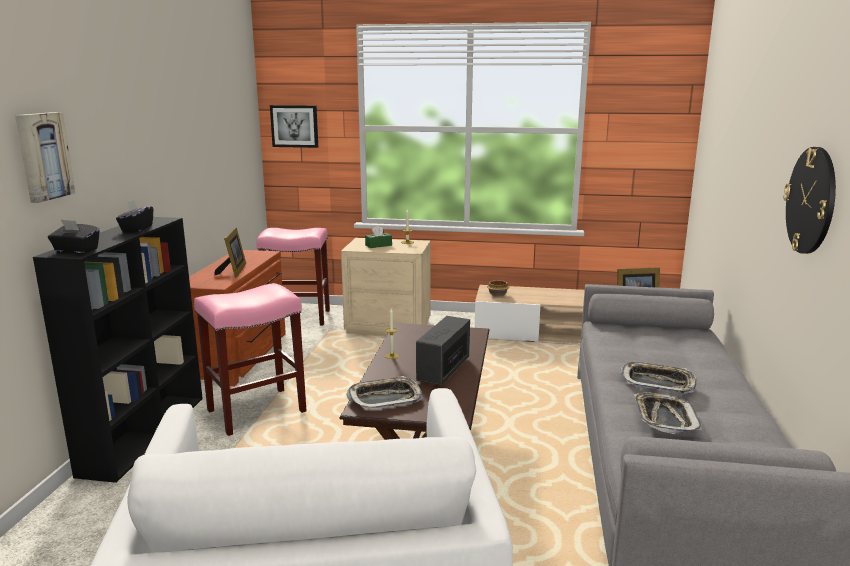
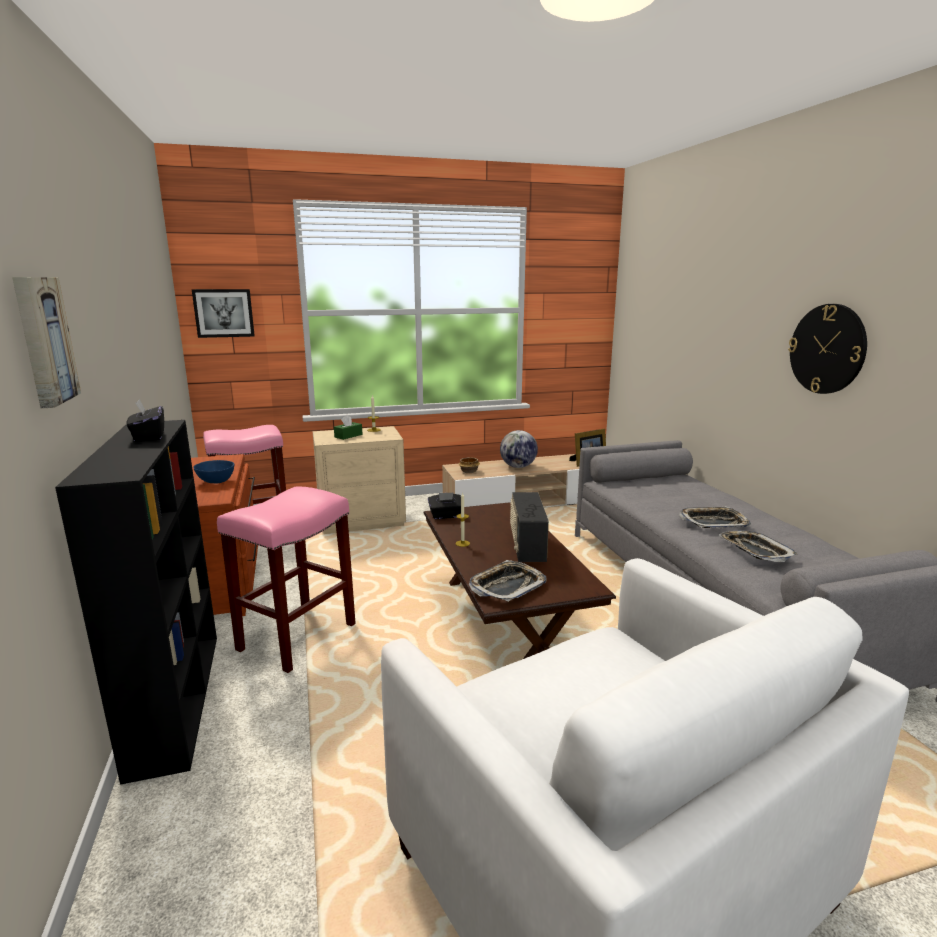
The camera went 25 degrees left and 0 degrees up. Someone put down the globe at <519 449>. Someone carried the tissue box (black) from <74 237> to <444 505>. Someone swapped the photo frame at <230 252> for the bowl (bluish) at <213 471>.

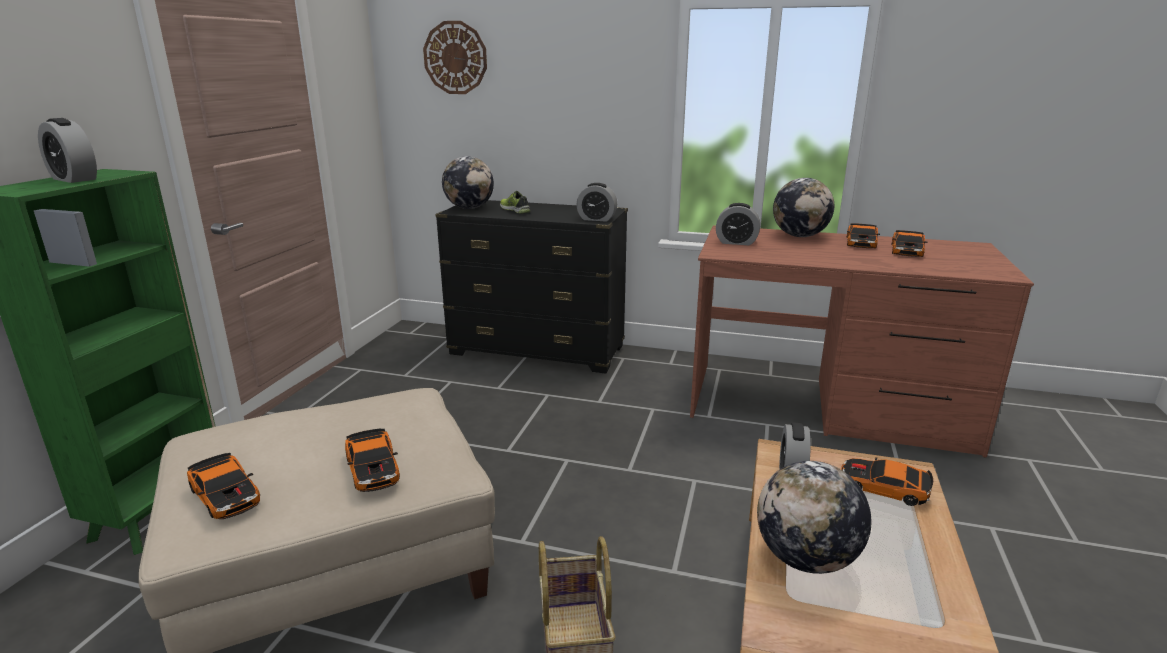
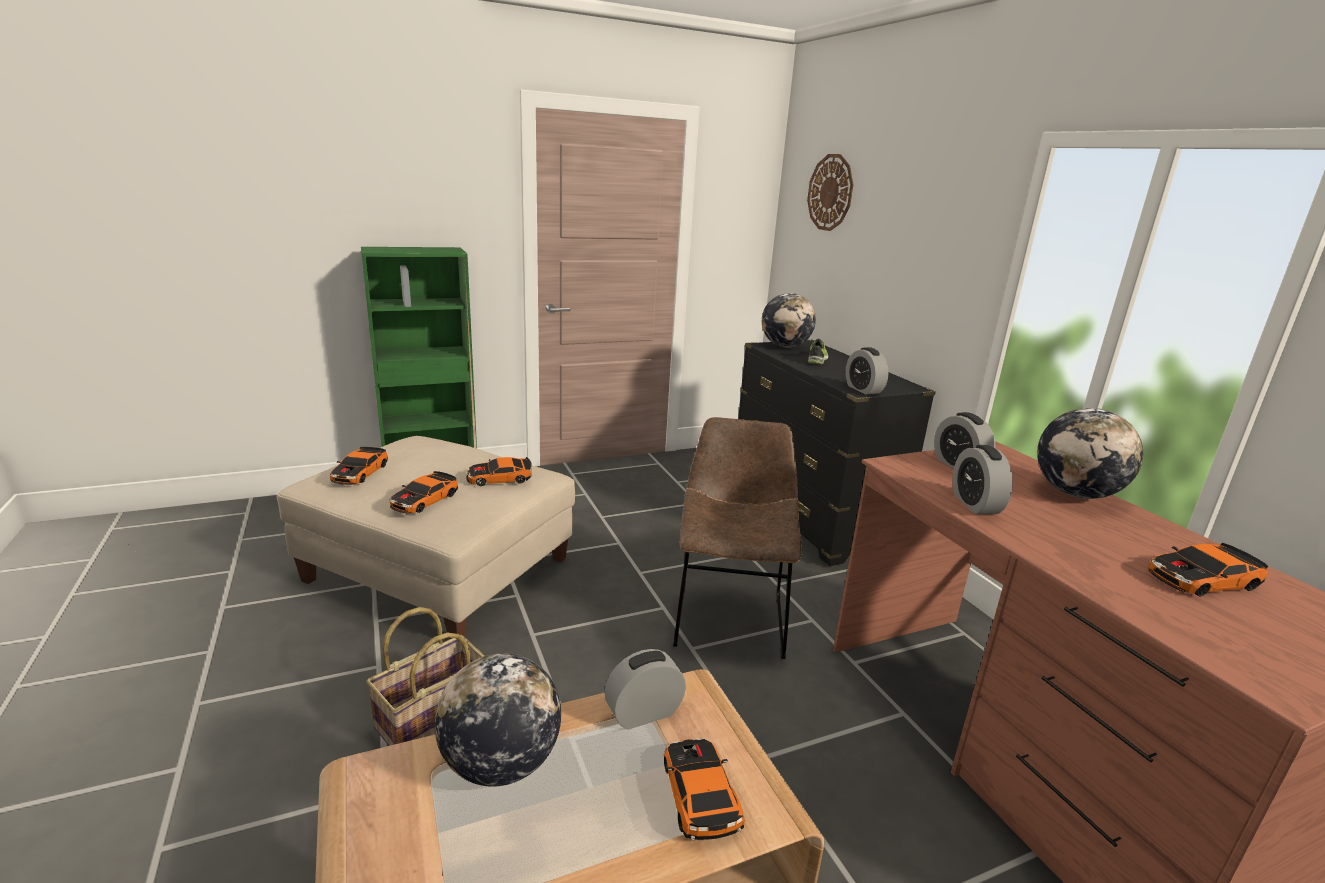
The camera went 50 degrees right and 0 degrees up. Someone put down the upright chair (brownish) at <737 538>. Someone carried the table clock from <67 150> to <983 479>. Someone carried the miniature car from <863 235> to <499 471>.

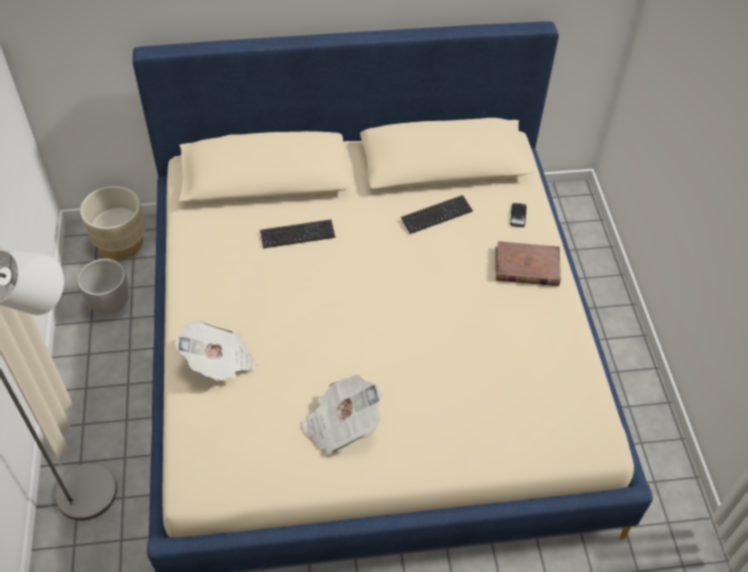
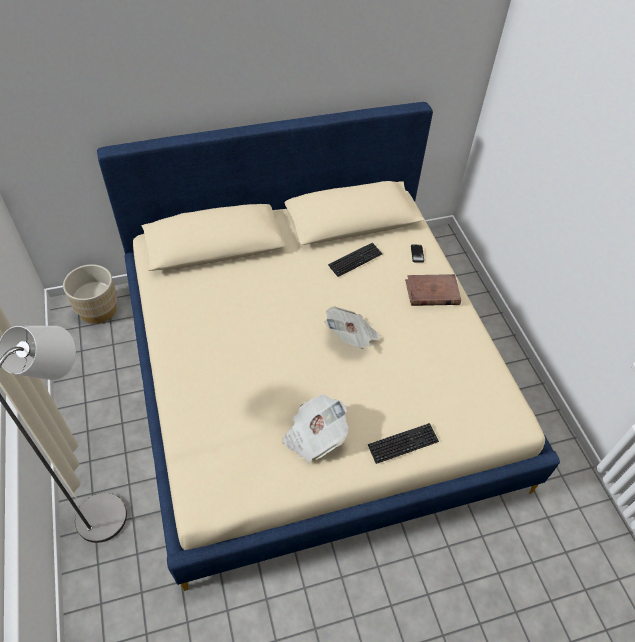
The camera went 10 degrees left and 0 degrees up. Someone took away the flower pot at <103 286>. Someone carried the printed paper from <216 350> to <352 327>. Someone carried the PC keyboard from <297 233> to <403 443>.

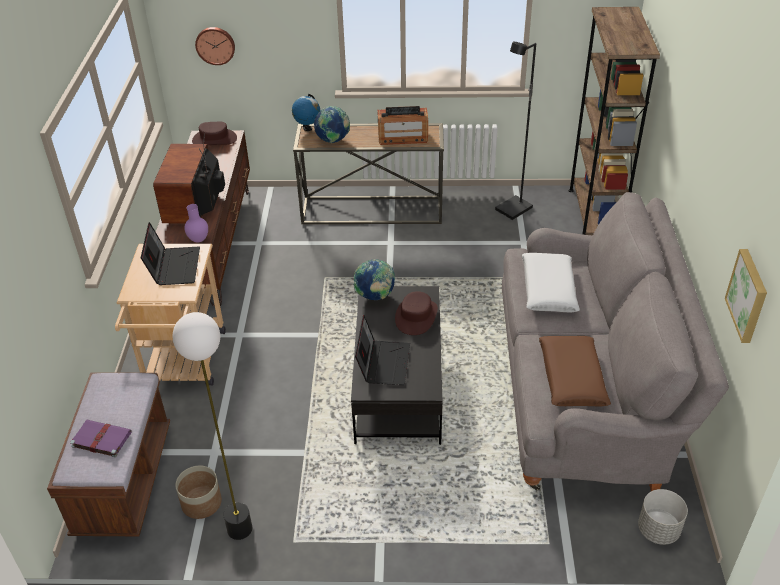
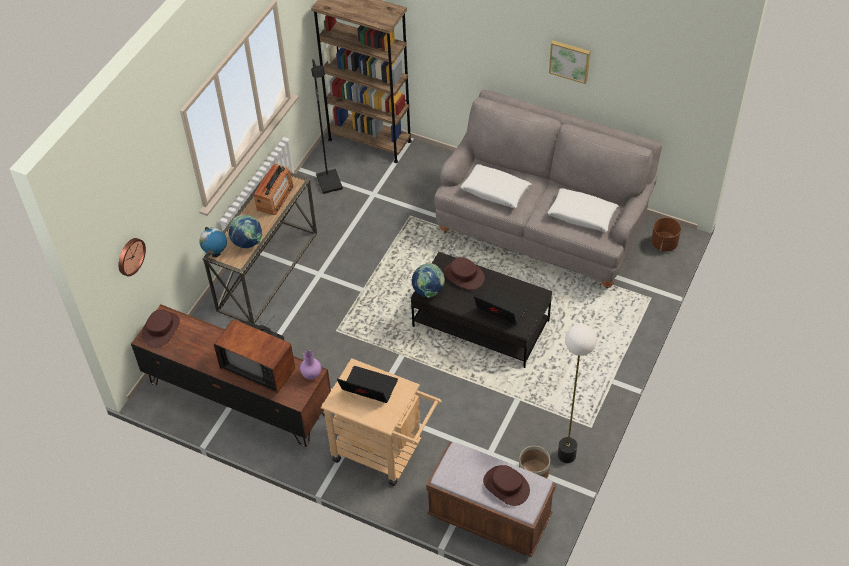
The camera went 65 degrees left and 10 degrees up. Someone carried the wall art from <746 296> to <569 62>. Someone swapped the bound book (purplish) at <101 438> for the wearable hat (brownish) at <506 485>. Someone repainted the throw pillow (brownish) at <575 371>, which became the throw pillow (white-coloured) at <583 210>. Someone repainted the flower pot (greyish) at <663 517>, which became the flower pot (brownish) at <666 235>.

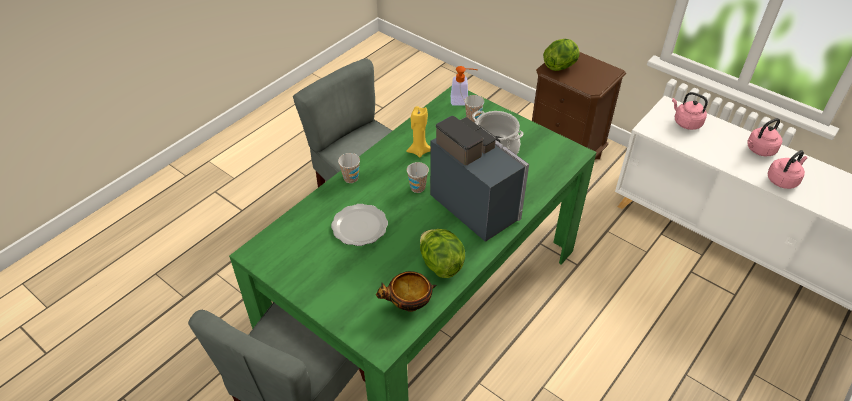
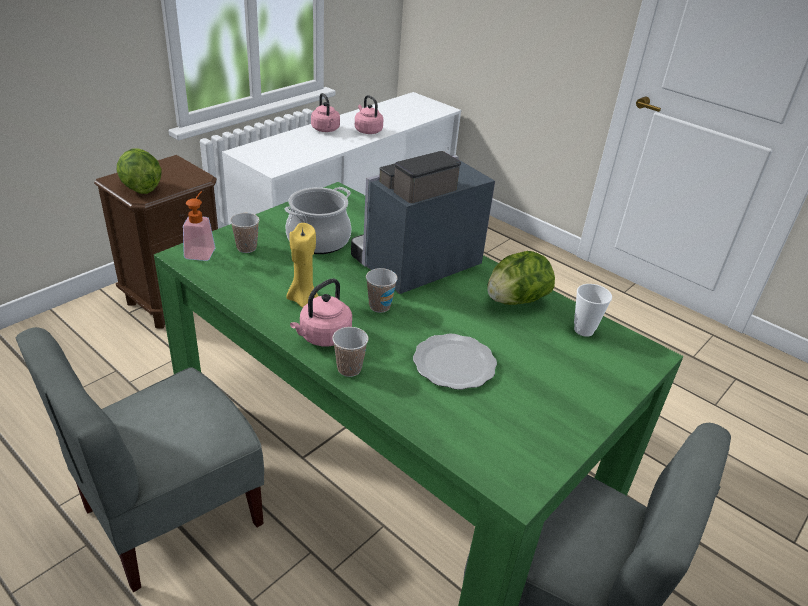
The camera went 90 degrees left and 10 degrees down. Someone carried the water kettle (pink-coloured) from <690 111> to <321 312>. Someone swapped the bowl at <406 291> for the drinking cup at <593 310>.

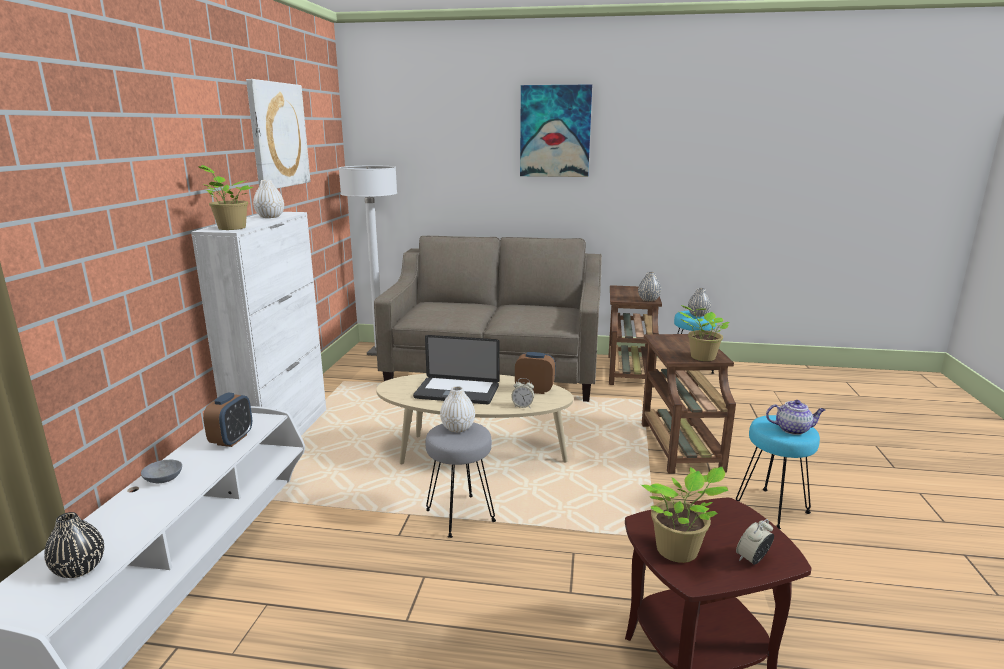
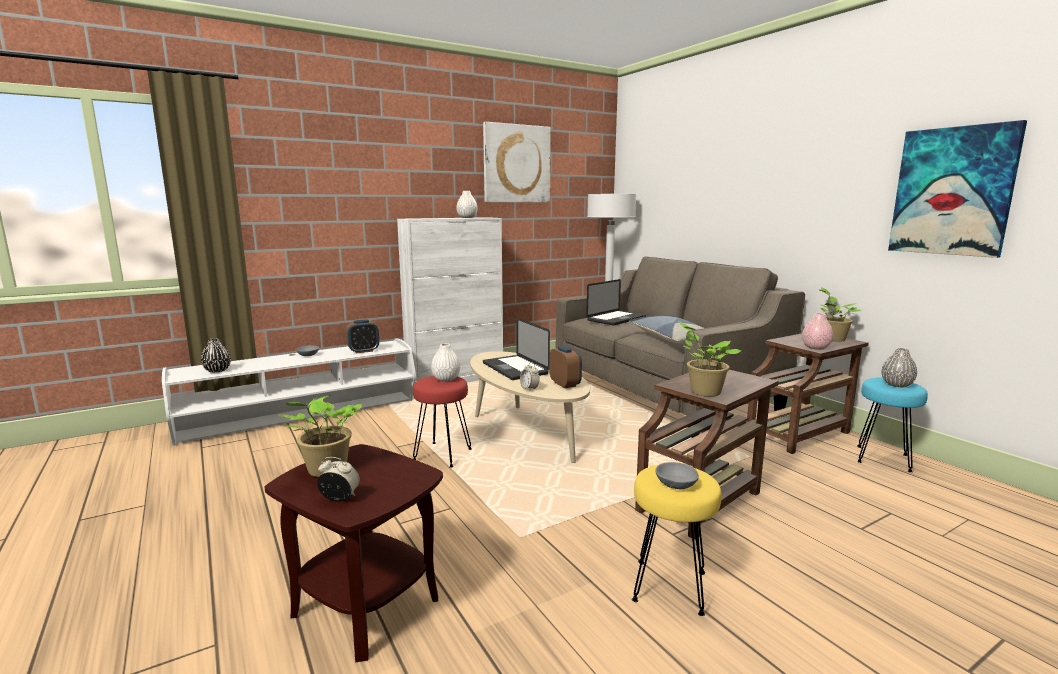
The camera went 50 degrees right and 5 degrees down. Someone put down the laptop at <616 302>. Someone put down the throw pillow at <666 329>. Someone carried the houseplant from <225 197> to <840 314>. Someone carried the wall art from <556 130> to <957 189>. Someone swapped the tea pot at <795 417> for the bowl (greyish) at <677 475>. Someone repainted the sitting stool (greyish) at <460 480>, which became the sitting stool (reddish) at <442 422>. Someone repainted the decorative vase (greyish) at <649 286>, which became the decorative vase (pink-coloured) at <817 331>. Someone repainted the sitting stool (blue-green) at <778 472>, which became the sitting stool (yellowish) at <677 540>.

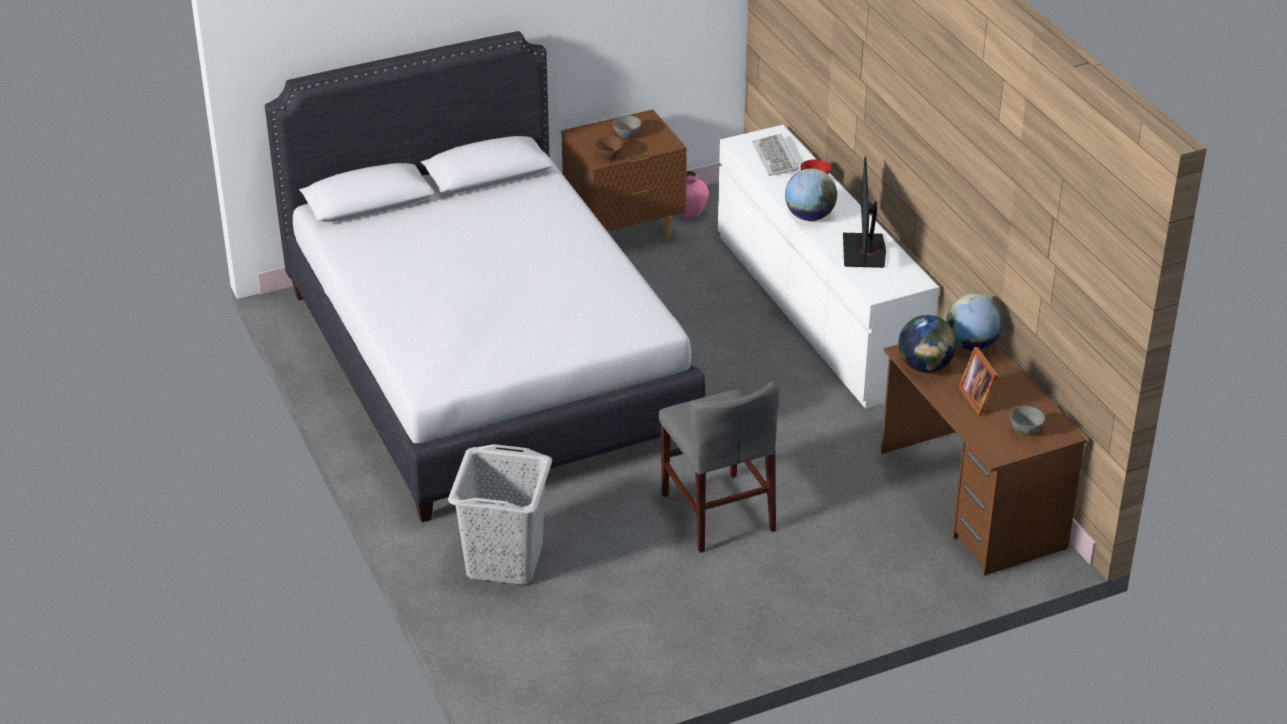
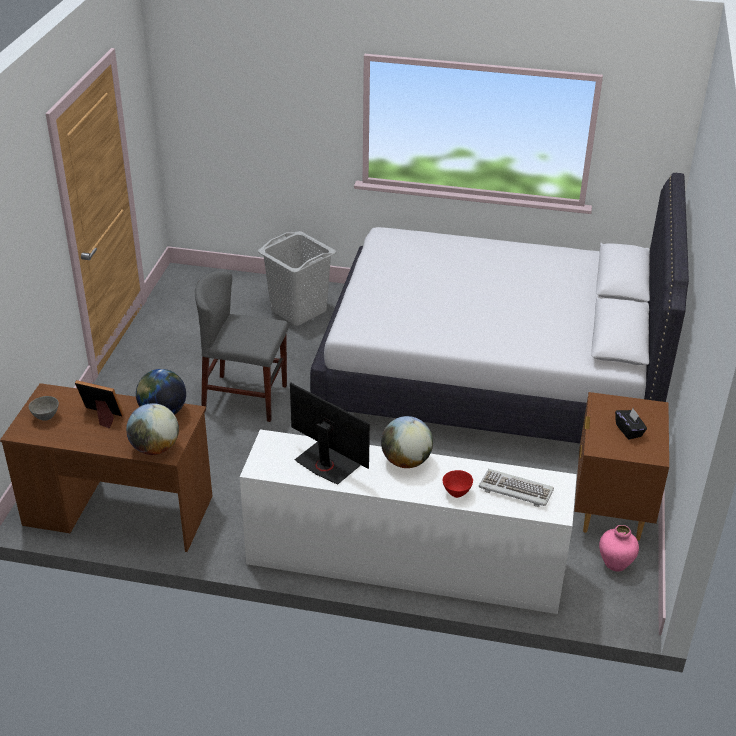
The camera went 125 degrees right and 0 degrees up. Someone took away the bowl (brownish) at <609 148>. Someone swapped the bowl (greyish) at <627 127> for the tissue box (black) at <631 424>.

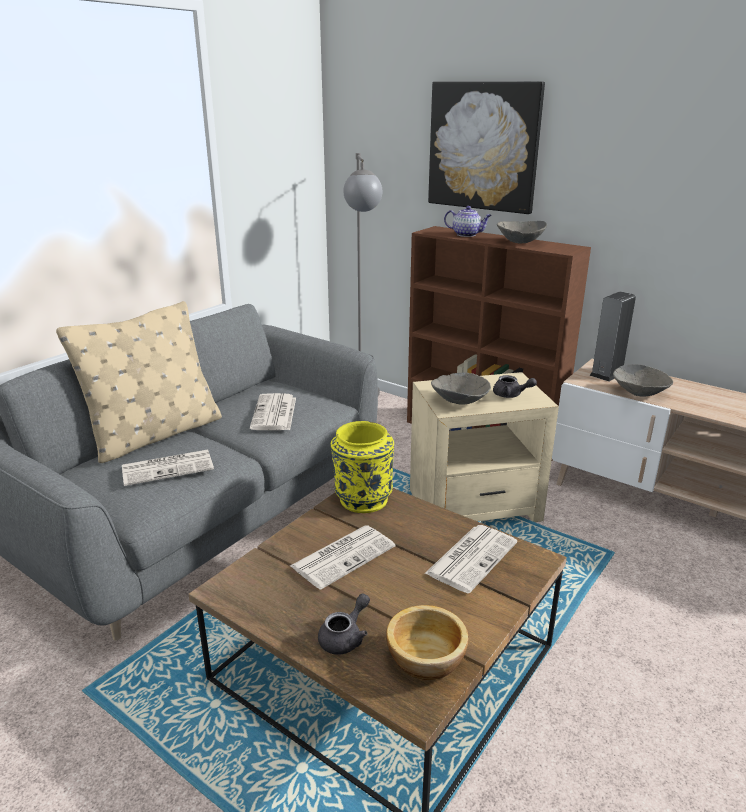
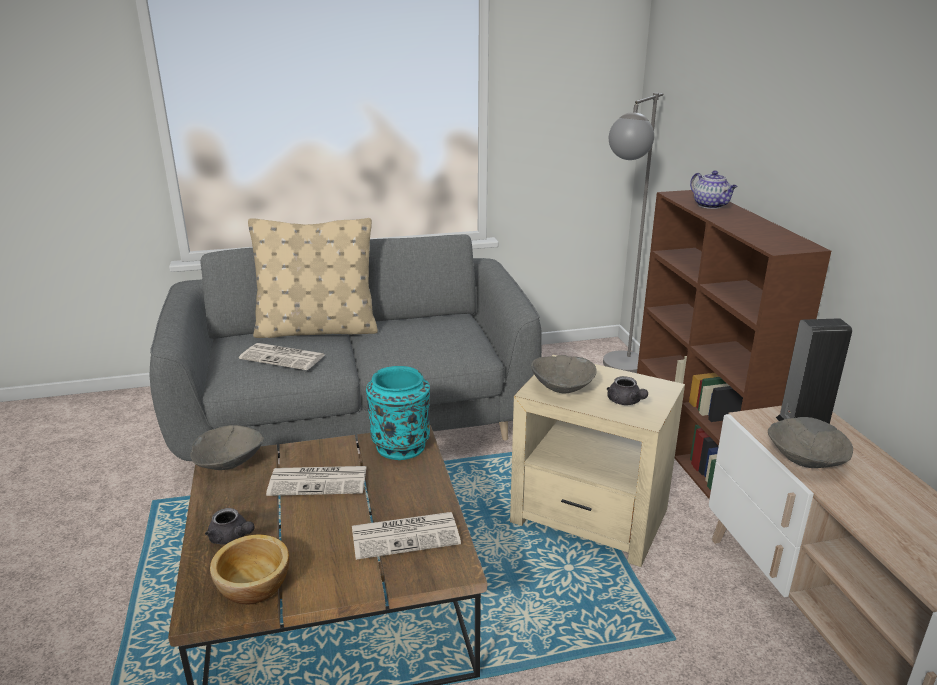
The camera went 40 degrees right and 0 degrees up. Someone took away the printed paper at <273 411>. Someone took away the wall art at <486 148>. Someone carried the bowl (greyish) from <522 232> to <227 447>. Someone repainted the decorative vase (yellowish) at <362 467>, which became the decorative vase (blue-green) at <398 413>. Someone rotated the tea pot (greyish) at <344 624> by 45 degrees clockwise.

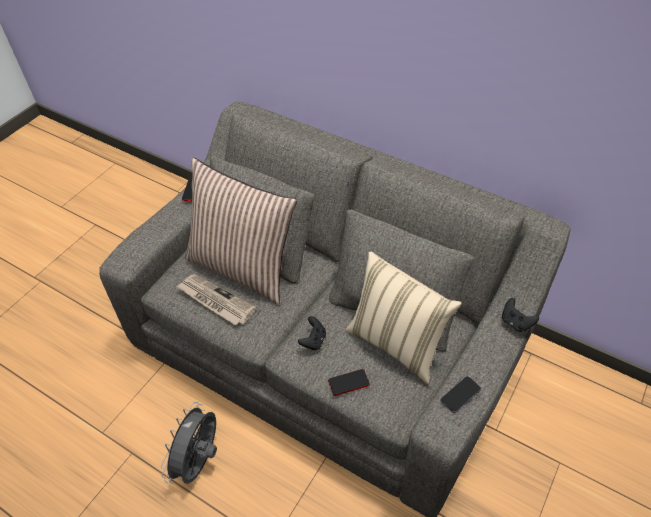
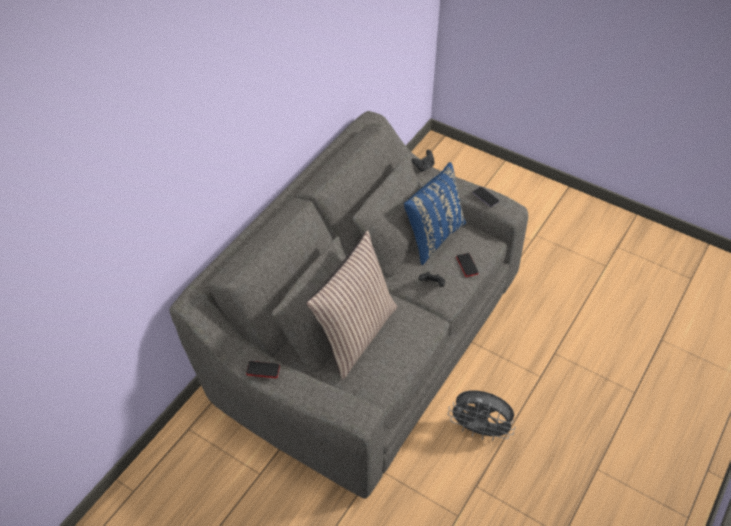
The camera went 90 degrees left and 0 degrees up. Someone took away the printed paper at <216 300>. Someone repainted the throw pillow (sand-coloured) at <404 317>, which became the throw pillow (bluish) at <435 213>.

